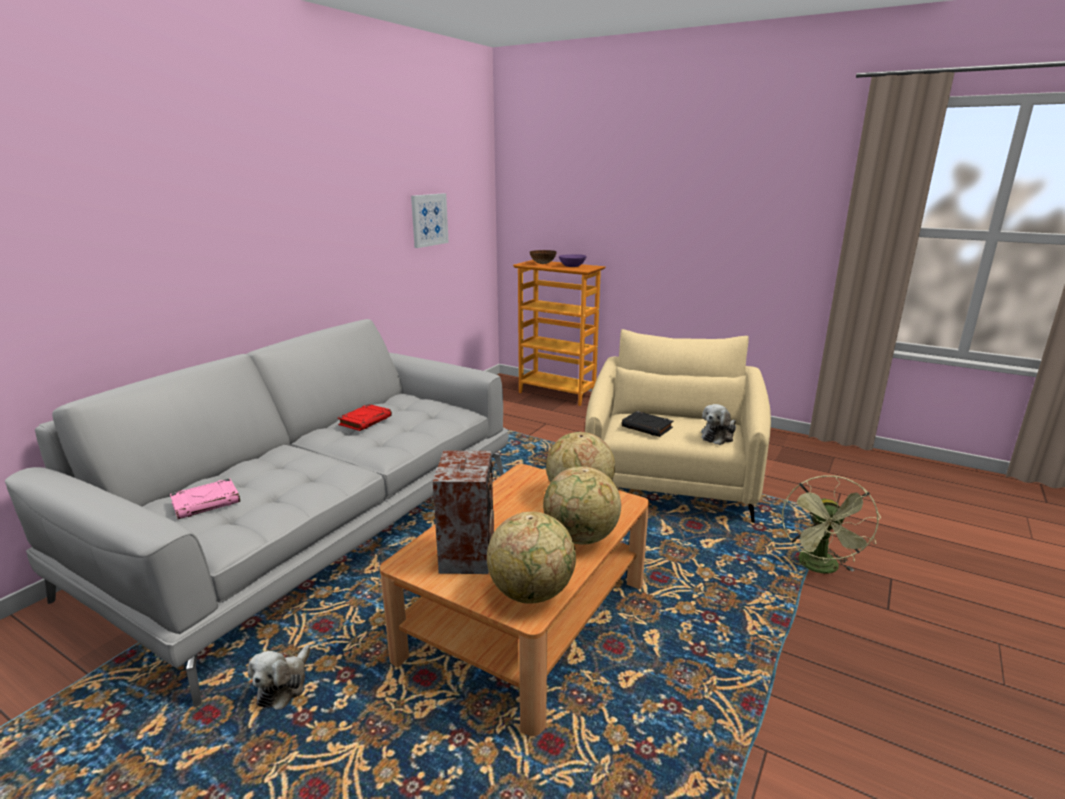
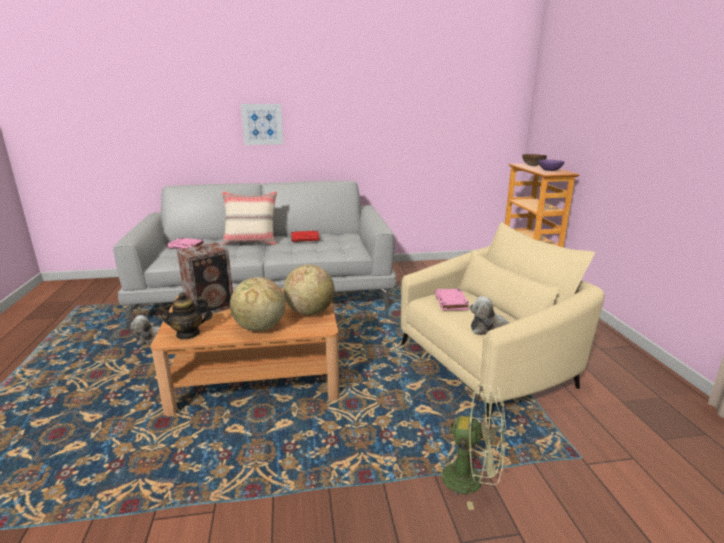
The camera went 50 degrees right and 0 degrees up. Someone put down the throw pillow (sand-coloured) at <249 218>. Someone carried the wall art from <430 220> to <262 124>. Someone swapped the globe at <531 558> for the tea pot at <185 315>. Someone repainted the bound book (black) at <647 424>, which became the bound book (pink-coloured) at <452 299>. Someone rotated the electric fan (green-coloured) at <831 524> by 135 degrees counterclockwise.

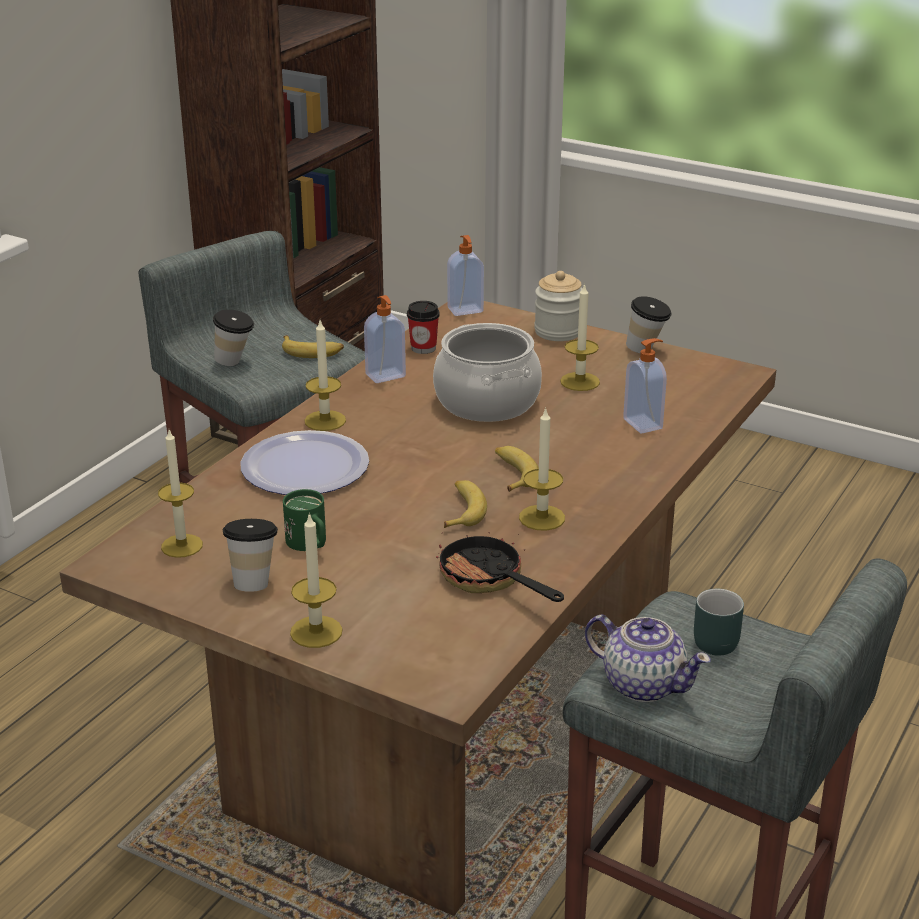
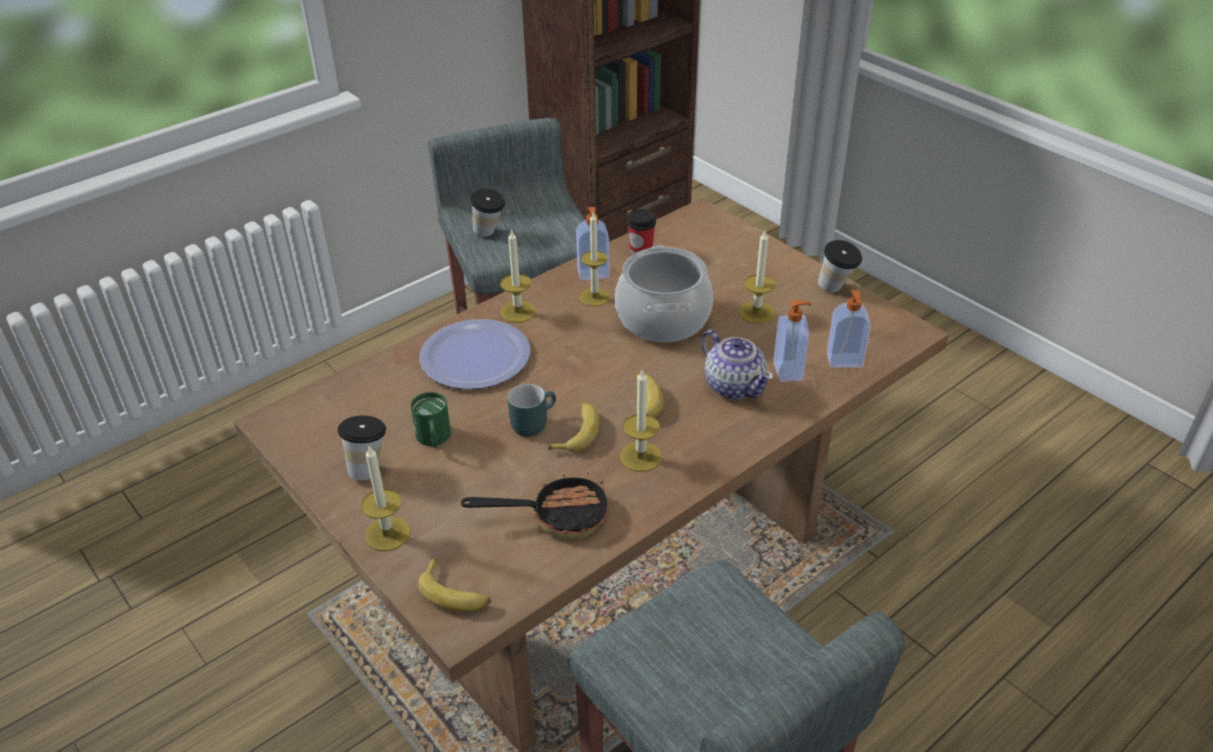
The camera went 20 degrees right and 10 degrees up. Someone took away the jar at <558 306>. Someone carried the candle from <180 494> to <595 259>. Someone carried the whole banana from <313 346> to <454 585>. Someone carried the soap dispenser from <465 275> to <849 329>. Someone carried the tea pot from <648 658> to <737 364>. Someone carried the mug (blue-green) from <719 622> to <531 410>. Someone rotated the frying pan at <500 567> by 105 degrees clockwise.

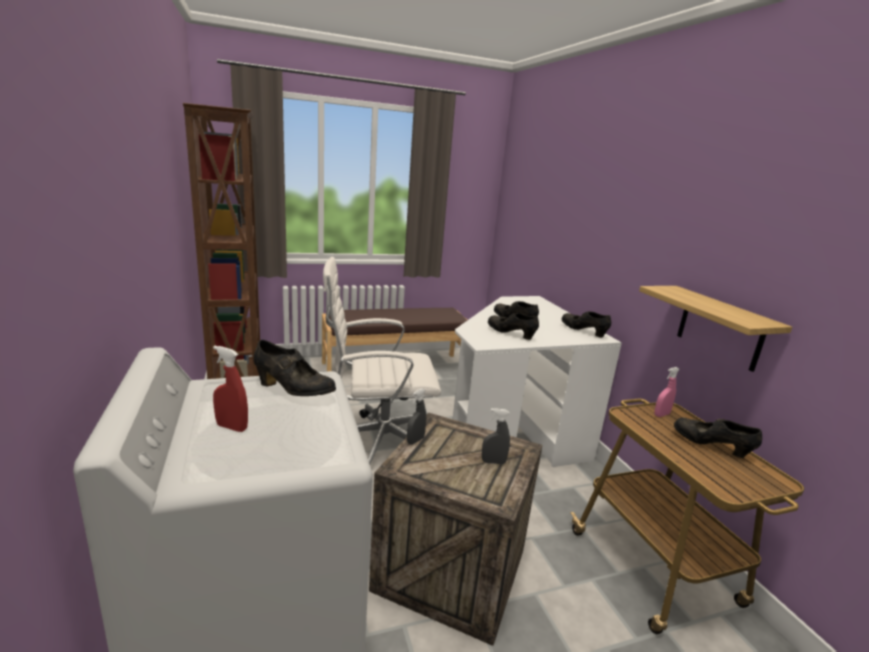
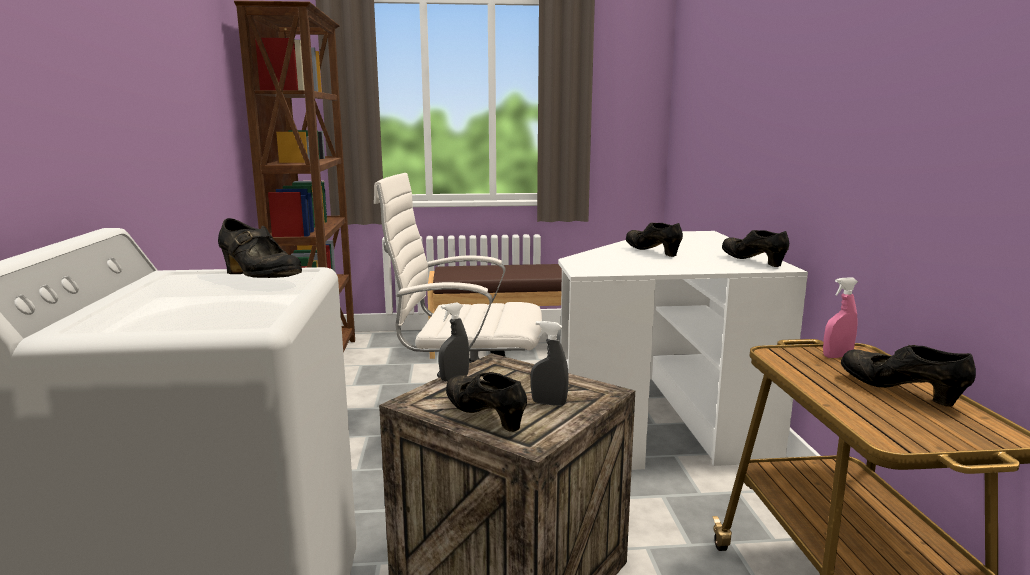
The camera went 15 degrees right and 5 degrees down. Someone took away the hand sprayer (reddish) at <230 389>. Someone took away the shelf at <715 329>. Someone carried the low shoe (black) from <513 326> to <486 402>.

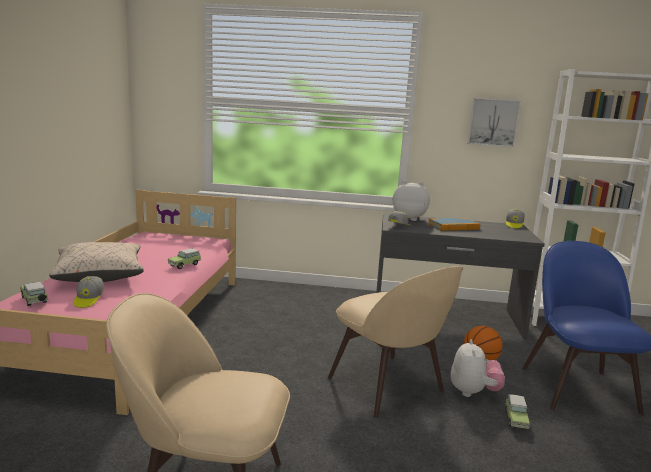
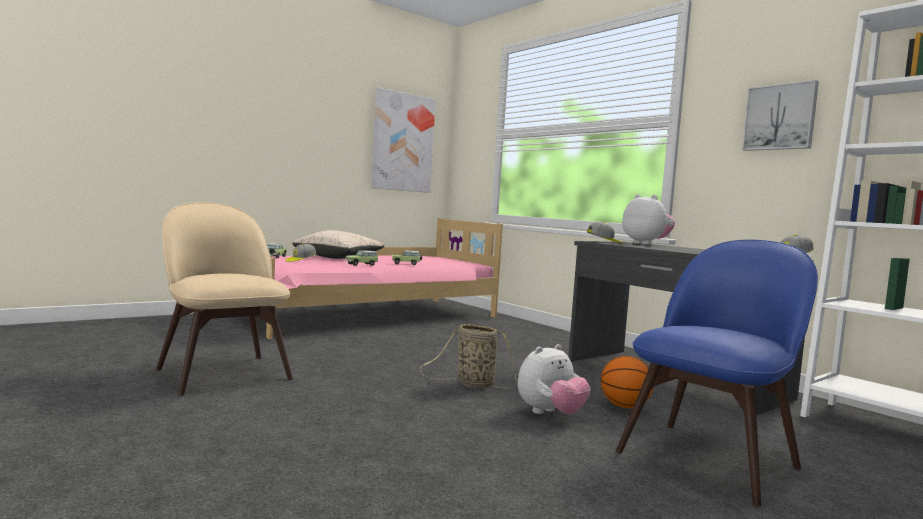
The camera went 45 degrees right and 10 degrees down. Someone took away the bound book at <454 224>. Someone put up the wall art at <403 140>. Someone carried the miniature car from <517 412> to <362 258>. Someone swapped the upright chair (sand-coloured) at <395 342> for the household basket at <468 356>.

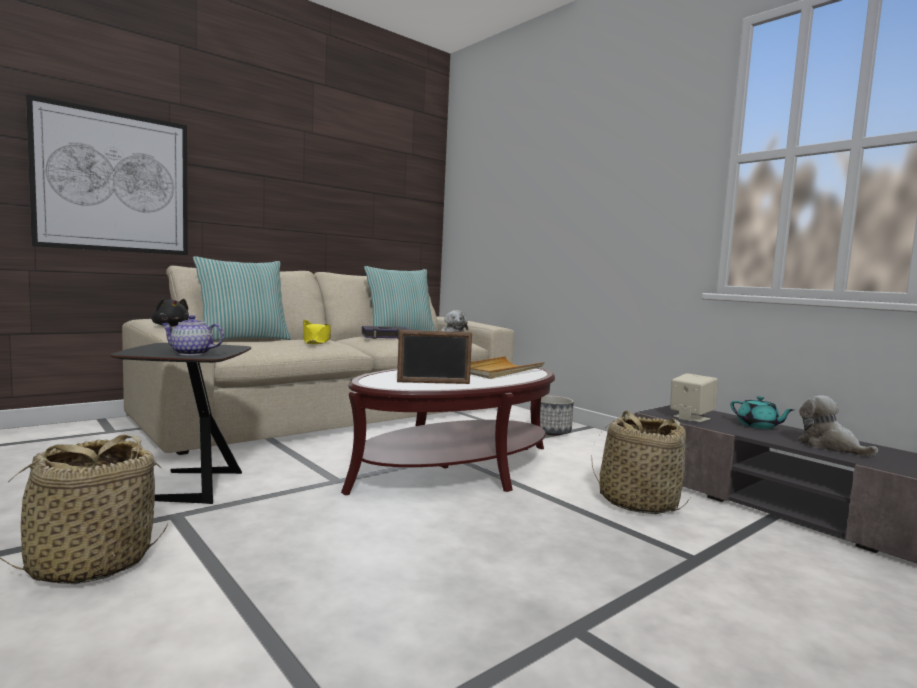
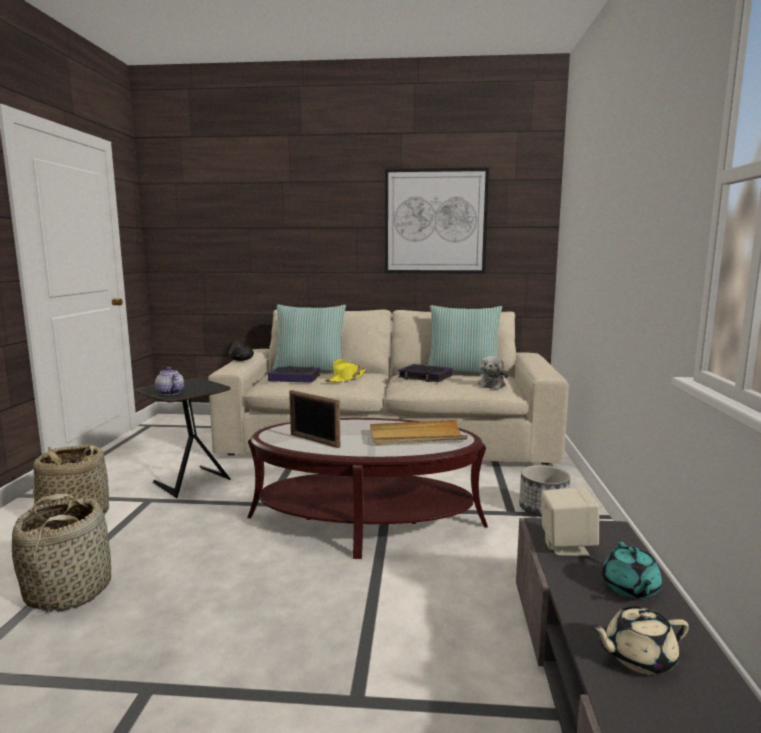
The camera went 45 degrees right and 5 degrees up. Someone put down the bound book at <294 374>. Someone carried the wall art from <107 174> to <437 220>. Someone carried the household basket from <641 462> to <61 553>. Someone swapped the cuddly toy at <837 426> for the tea pot (sand-coloured) at <640 640>.

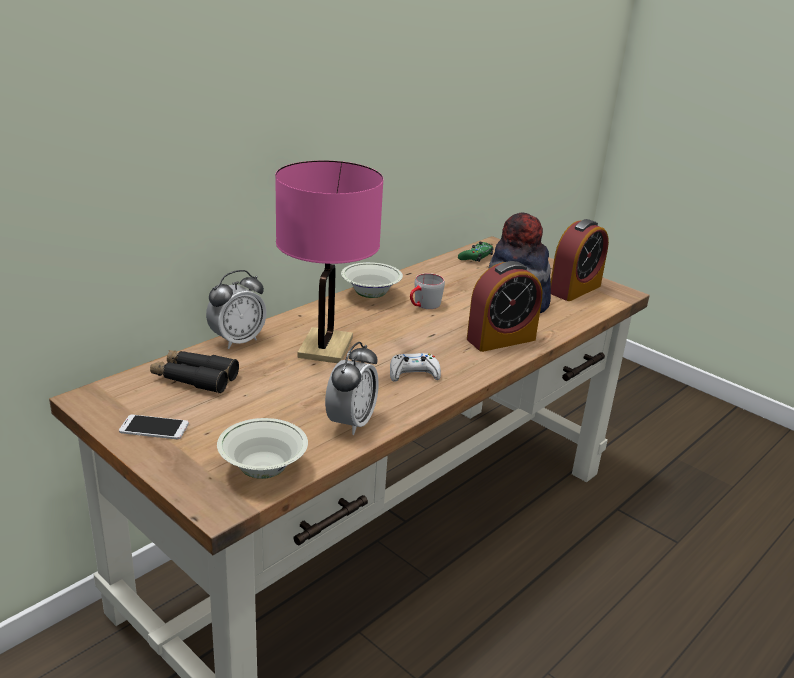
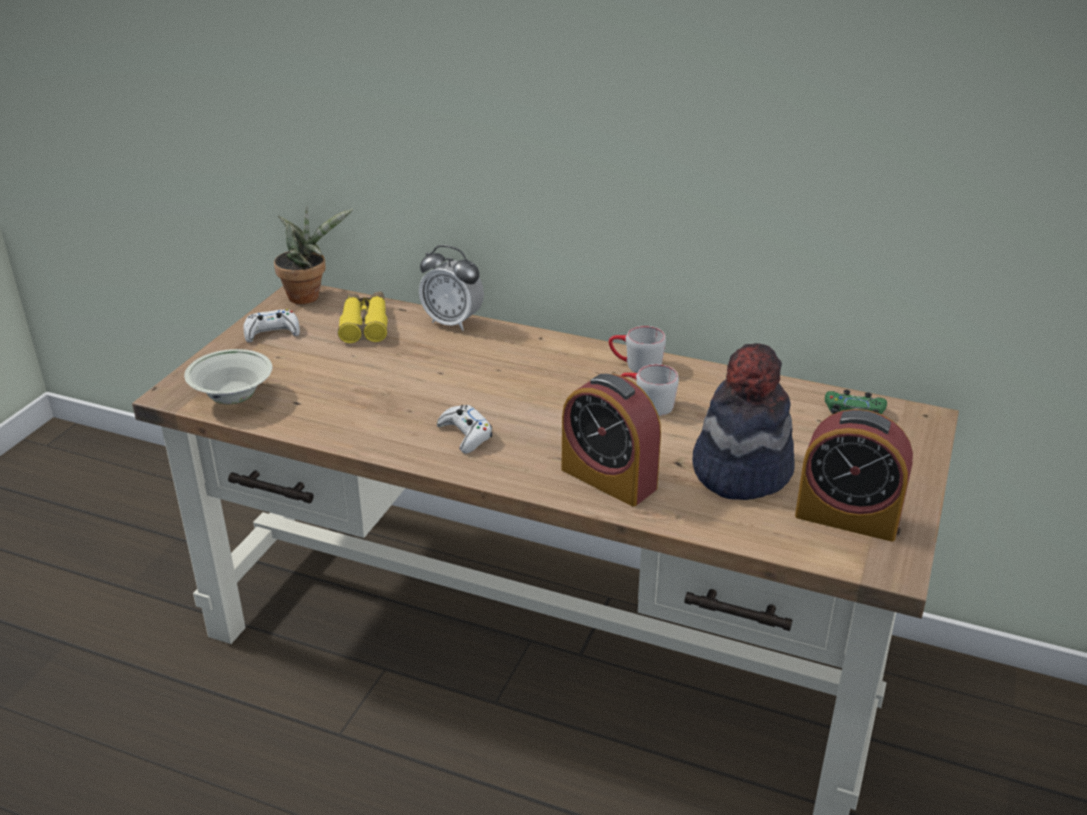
The camera went 70 degrees right and 5 degrees up. Someone took away the table lamp (pink-coloured) at <329 261>. Someone took away the table clock at <352 388>. Someone put down the houseplant at <313 255>. Someone swapped the telephone at <154 427> for the joypad (white-coloured) at <272 326>. Someone swapped the bowl (white-coloured) at <372 280> for the mug (greyish) at <637 349>. Someone repainted the binoculars (black) at <194 372>, which became the binoculars (yellowish) at <363 317>.

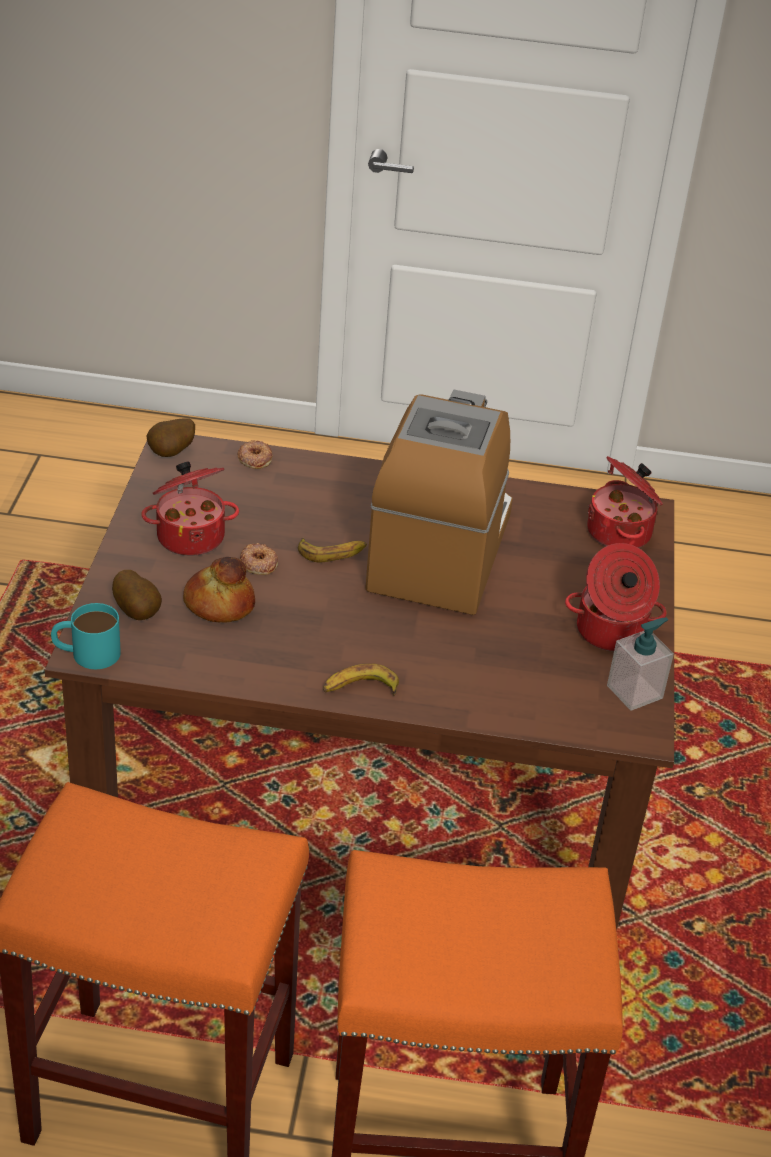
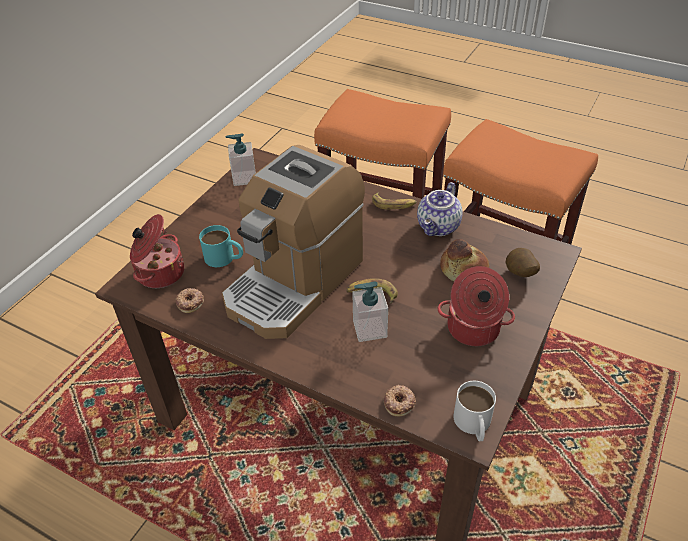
The camera went 155 degrees left and 5 degrees up. Someone took away the stockpot at <616 597>. Someone put down the soap dispenser at <370 311>. Someone put down the tea pot at <439 209>. Someone carried the mug (blue-green) from <86 636> to <221 246>. Someone carried the doughnut from <259 559> to <190 300>. Someone swapped the spud at <170 437> for the mug (white-coloured) at <475 411>.

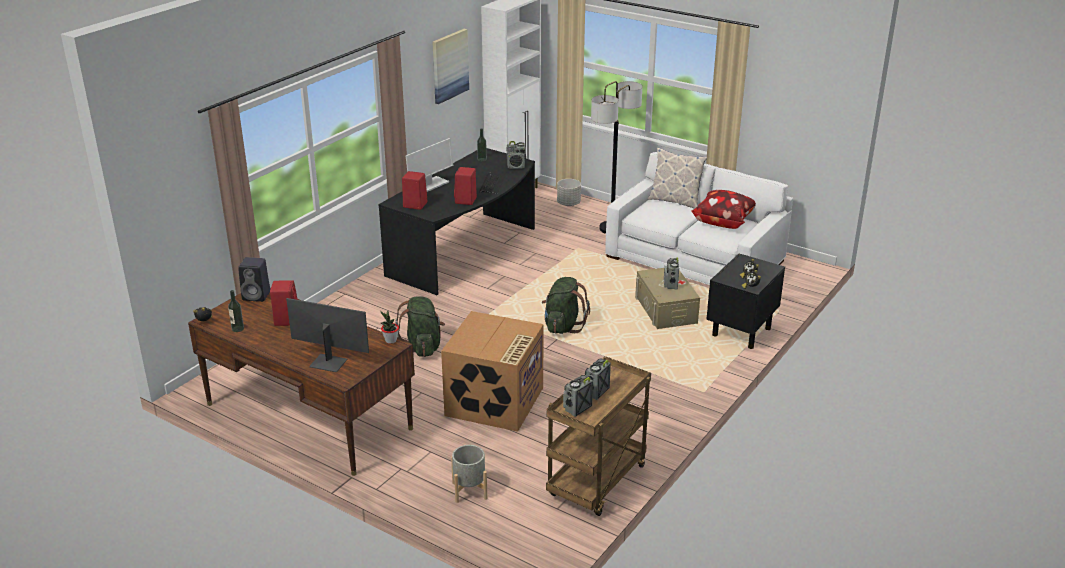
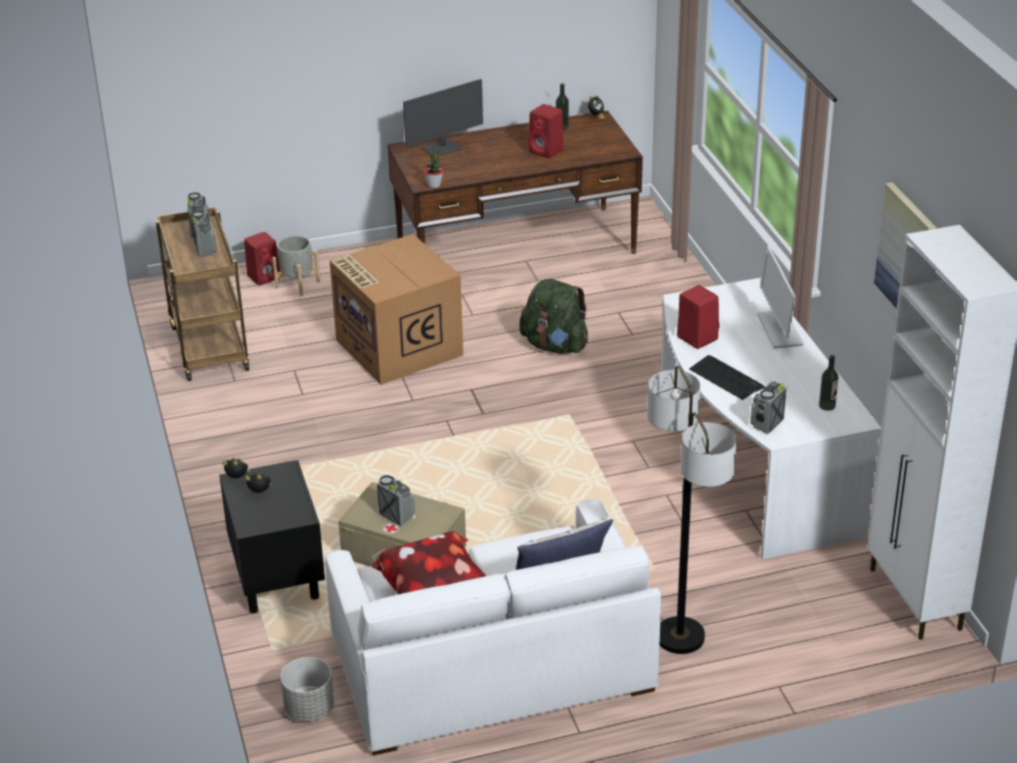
The camera went 130 degrees right and 5 degrees up. Someone took away the loudspeaker (black) at <254 279>. Someone took away the backpack (green-coloured) at <566 305>. Someone carried the loudspeaker (reddish) from <414 190> to <262 259>. Someone carried the flower pot (greyish) from <569 192> to <307 689>. Someone repainted the desk (black) at <456 221>, which became the desk (white-coloured) at <771 418>.

